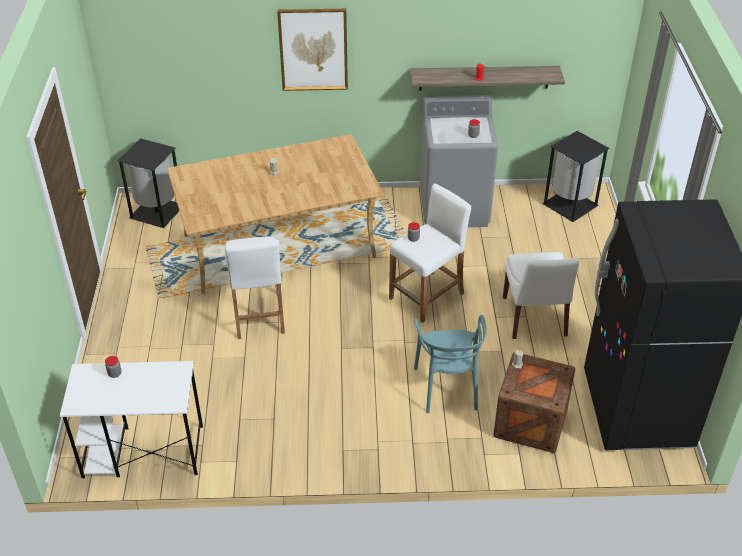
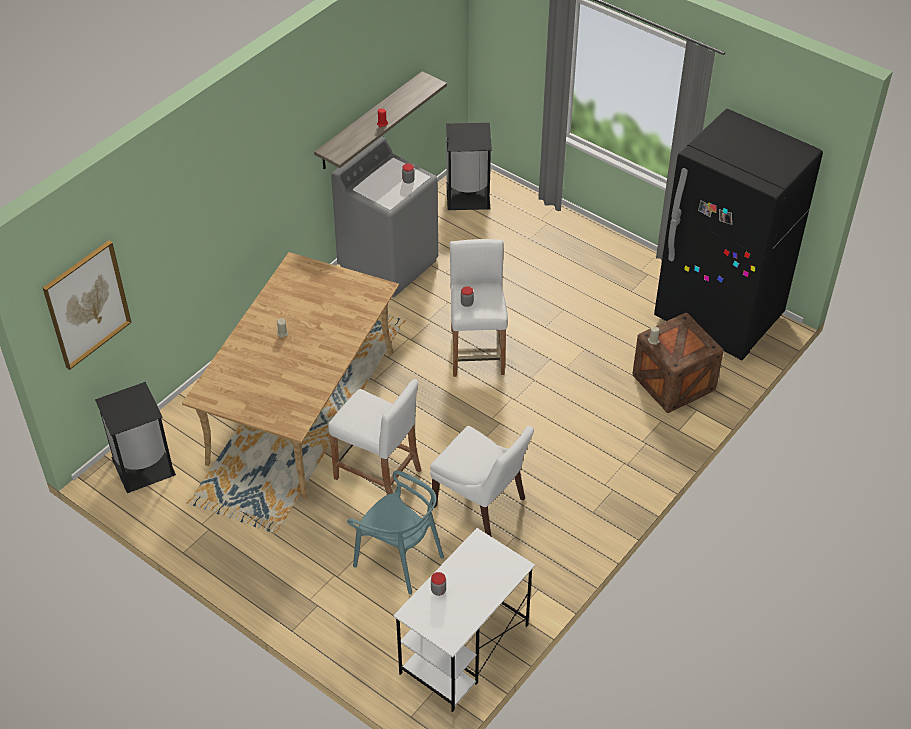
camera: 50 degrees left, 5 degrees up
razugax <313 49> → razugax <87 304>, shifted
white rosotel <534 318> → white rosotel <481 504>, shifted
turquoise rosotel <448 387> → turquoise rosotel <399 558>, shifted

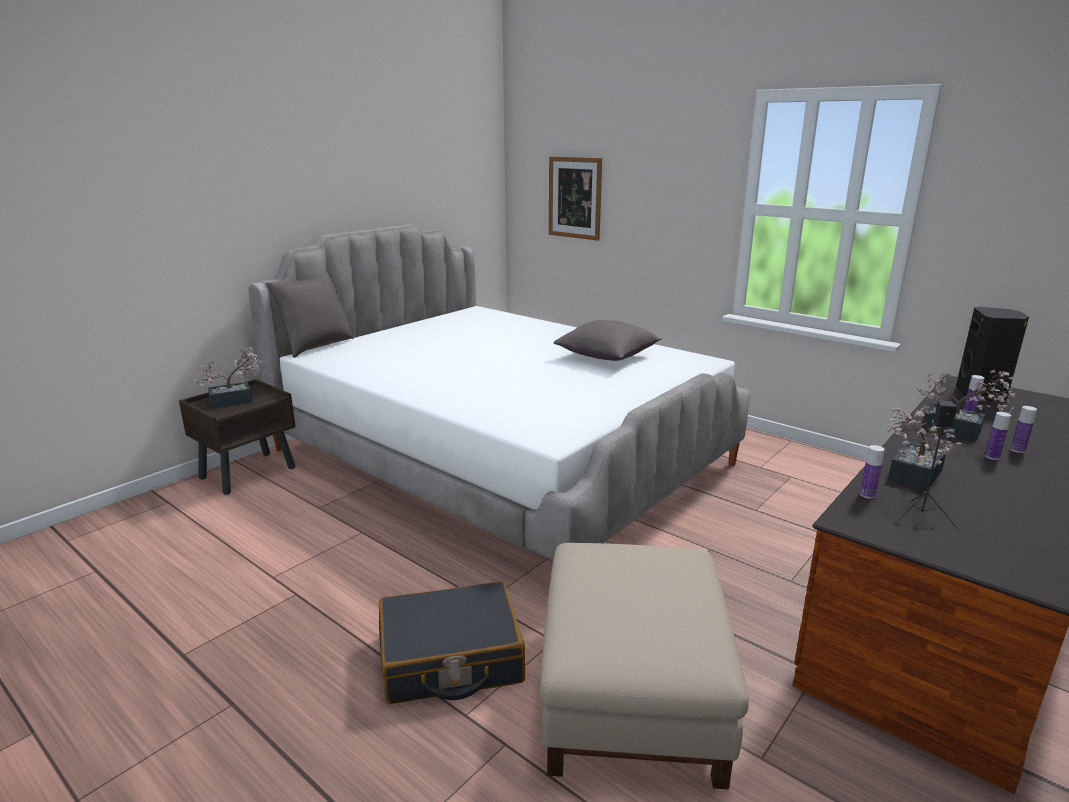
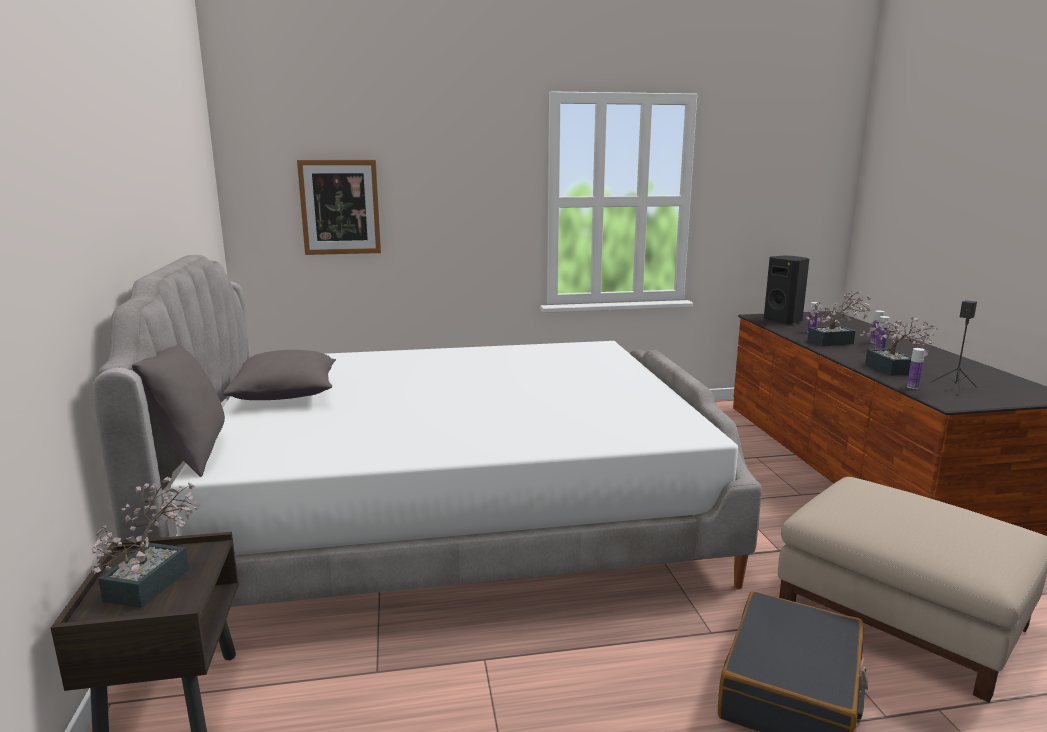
camera: 50 degrees left, 5 degrees down
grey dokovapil <608 357> → grey dokovapil <286 395>, shifted

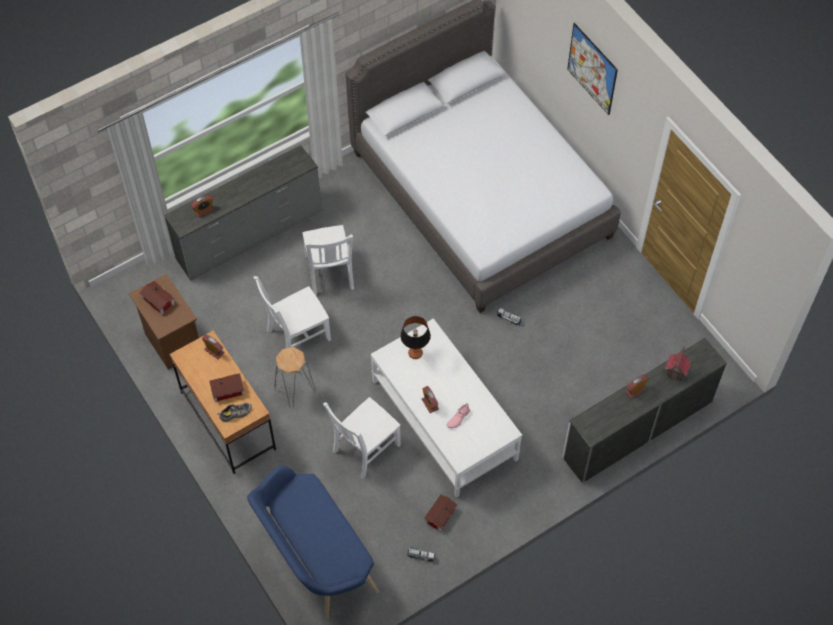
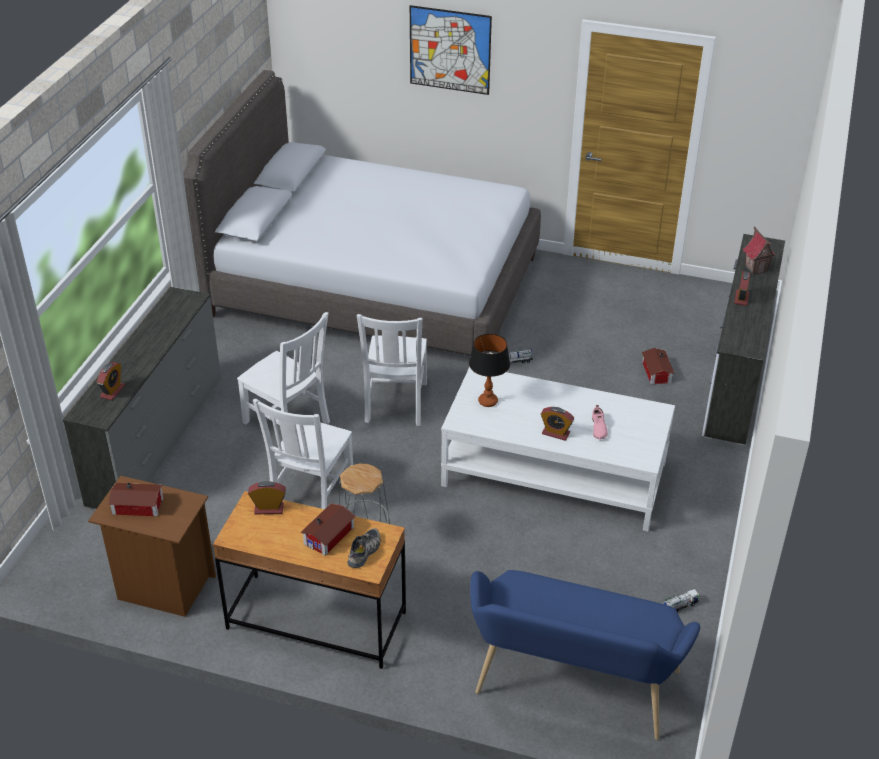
camera: 40 degrees left, 20 degrees down
white rosotel <364 449> → white rosotel <395 404>, shifted
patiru <439 515> → patiru <655 373>, shifted

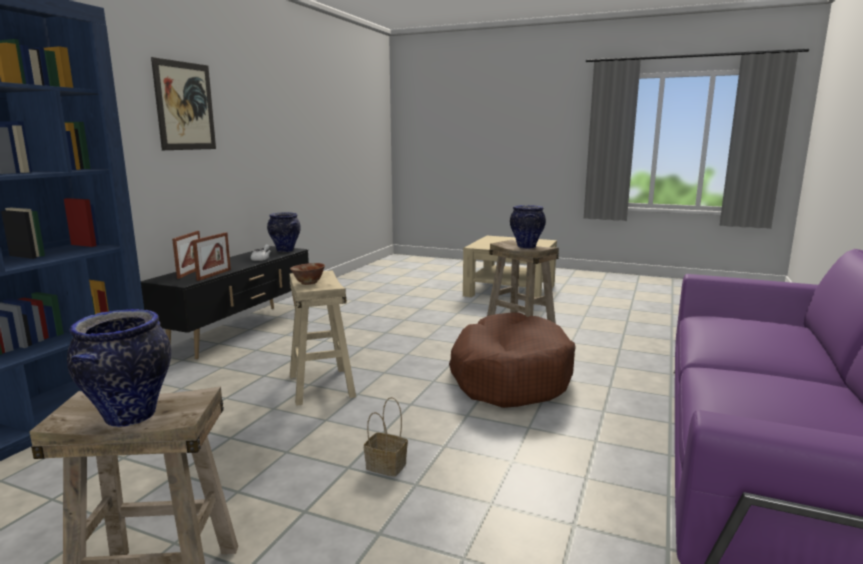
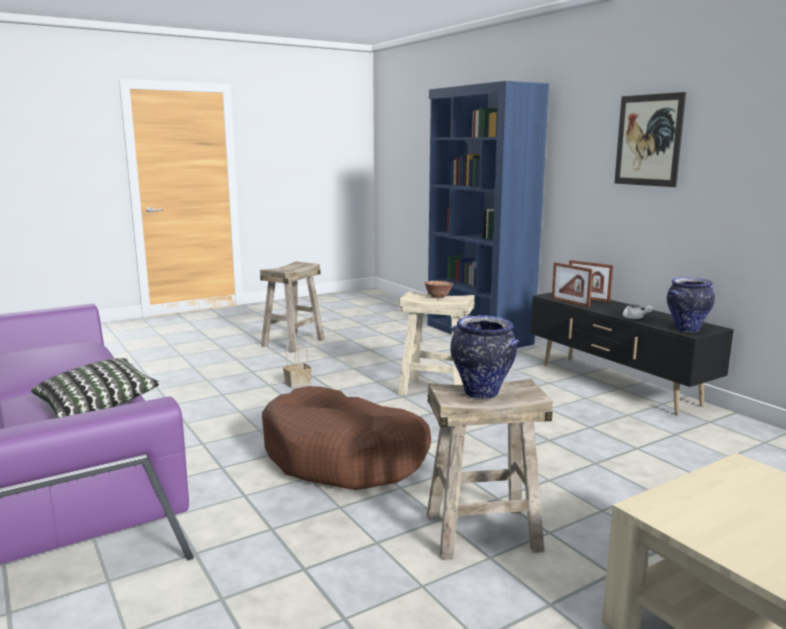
camera: 125 degrees right, 0 degrees up
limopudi <130 417> → -
- → dokovapil <97 407>

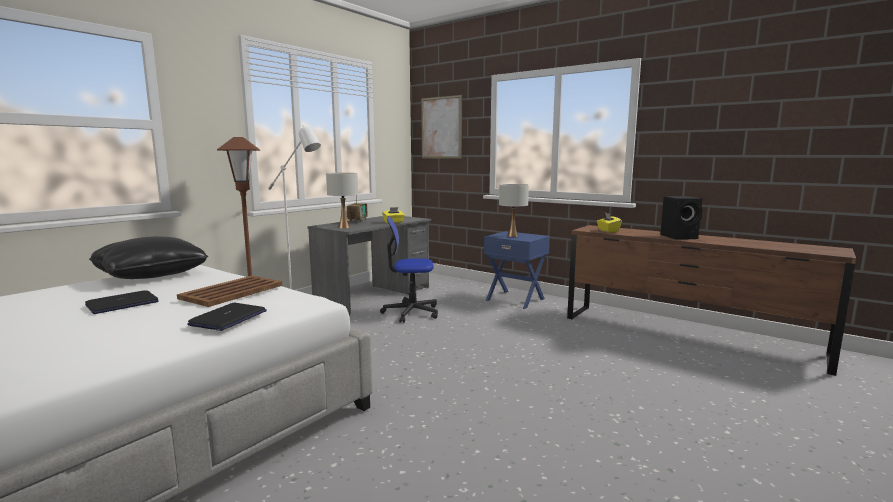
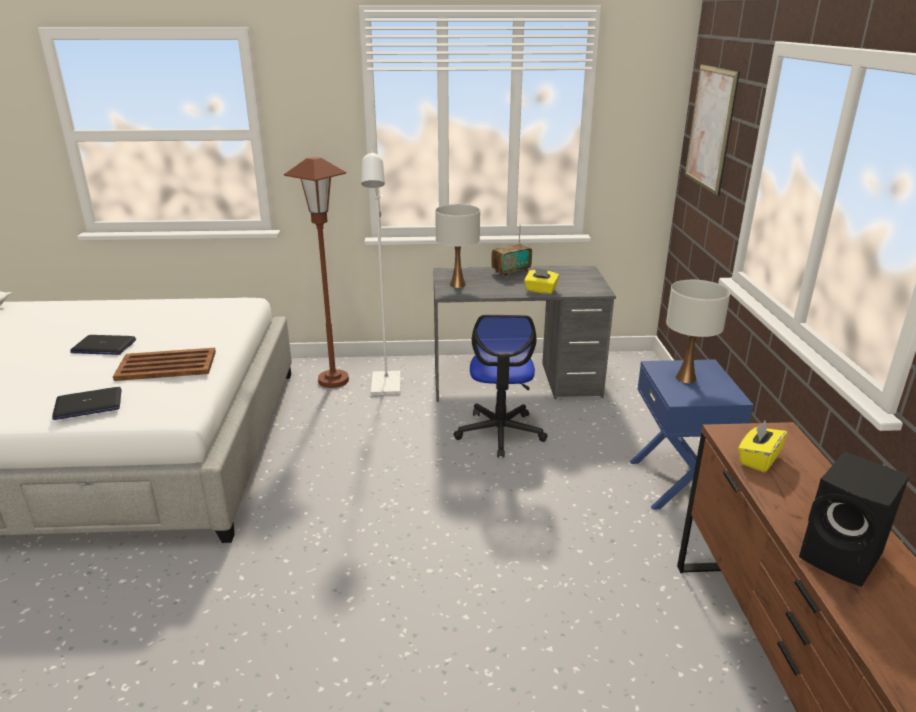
camera: 50 degrees right, 15 degrees up
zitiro <411 312> → zitiro <500 433>, 135 degrees counterclockwise
black dokovapil <151 275> → -

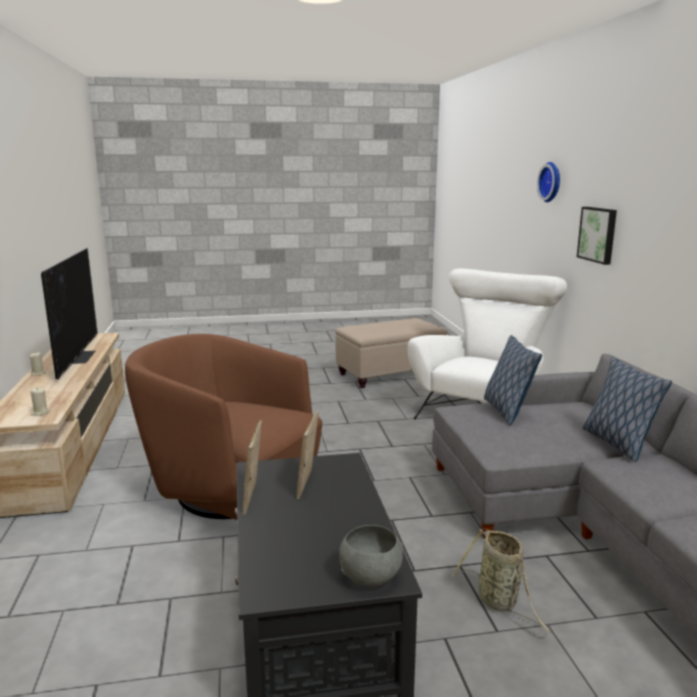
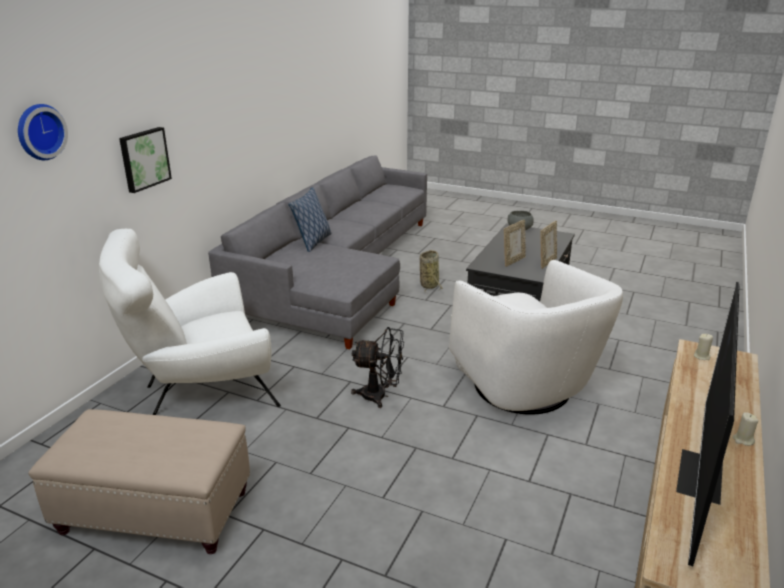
camera: 145 degrees left, 10 degrees up
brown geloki <231 489> → white geloki <523 388>
dokovapil <506 411> → -
- → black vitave <380 396>

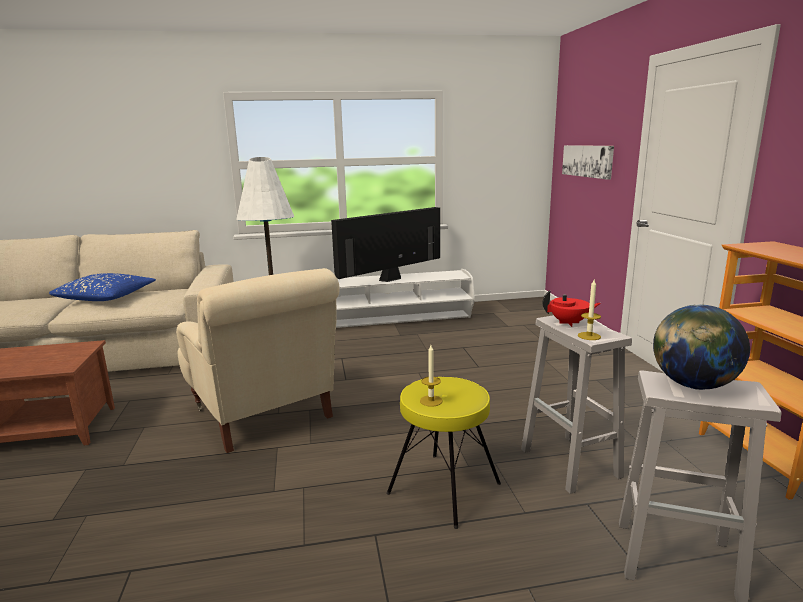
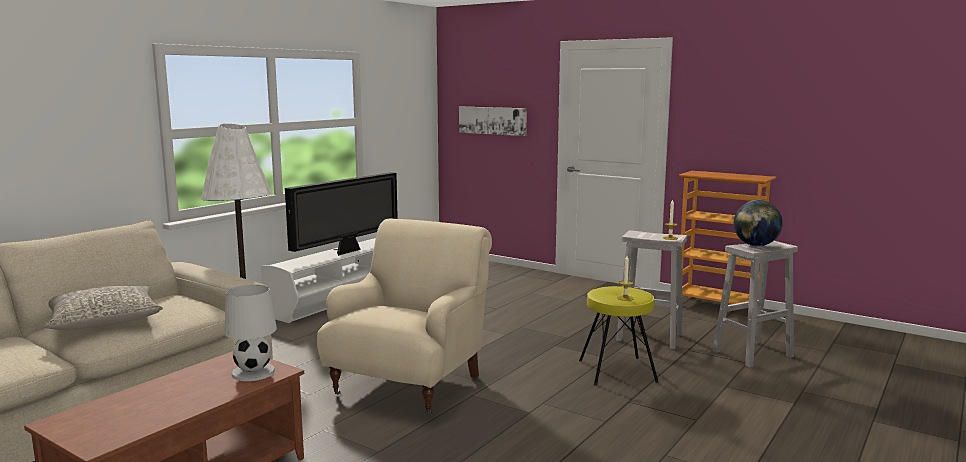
camera: 45 degrees left, 5 degrees down
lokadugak <390 279> → lokadugak <348 251>, 150 degrees counterclockwise
beige geloki <264 414> → beige geloki <410 384>, 75 degrees counterclockwise
blue dokovapil <107 297> → grey dokovapil <104 321>
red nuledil <569 323> → -
- → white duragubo <254 372>

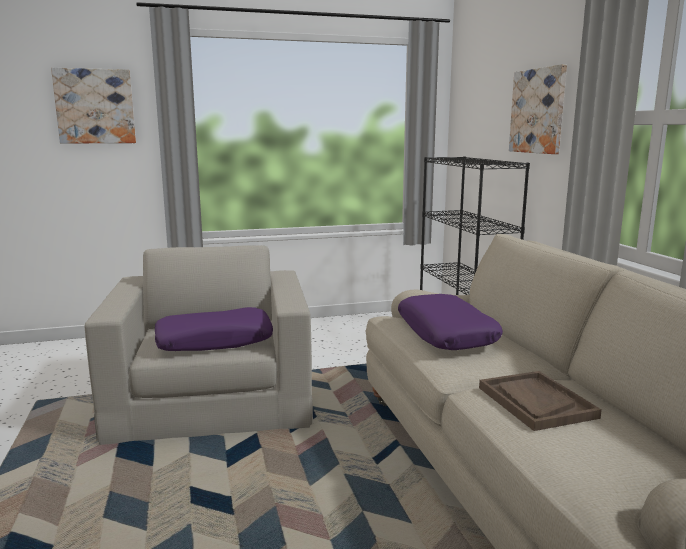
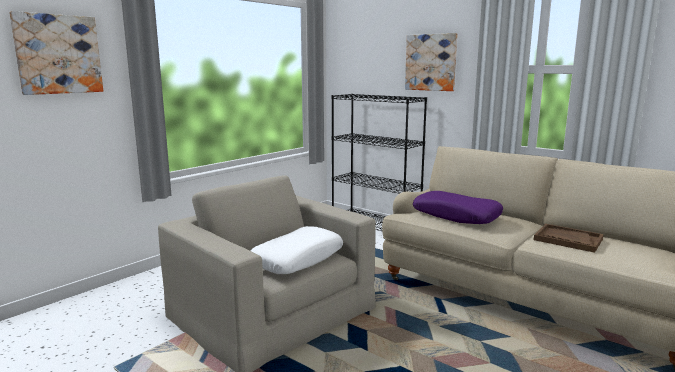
camera: 35 degrees left, 0 degrees up
purple dokovapil <215 341> → white dokovapil <297 259>

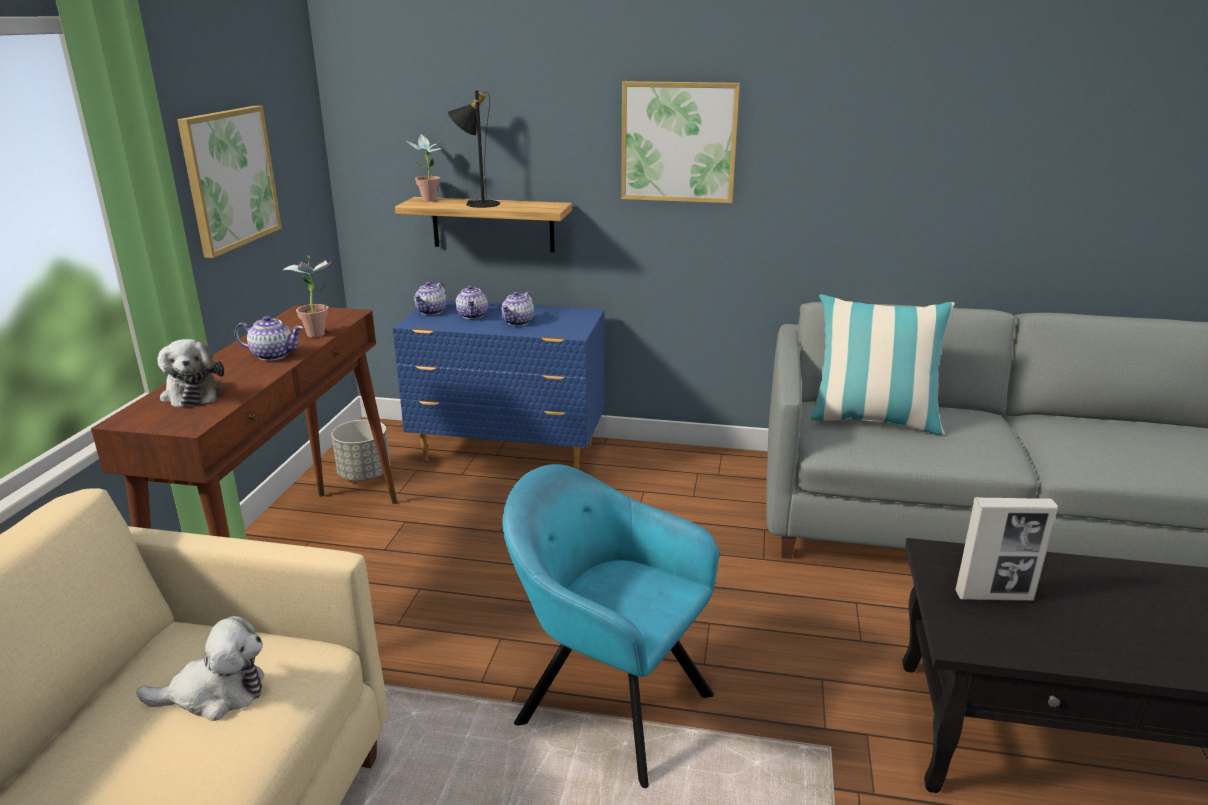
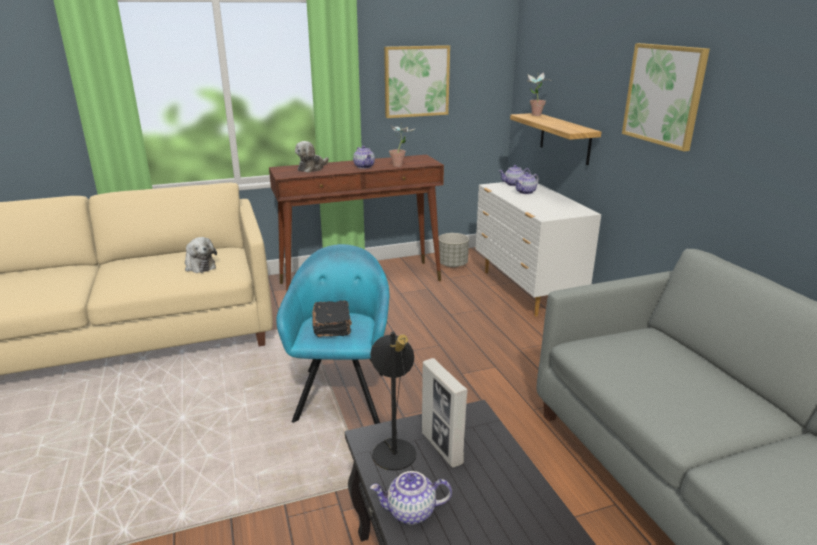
camera: 60 degrees right, 0 degrees up
black duragubo <477 203> → black duragubo <394 448>, shifted
nuledil <518 322> → nuledil <410 512>, shifted
dokovapil <873 420> → -
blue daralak <510 454> → white daralak <527 290>
- → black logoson <332 326>

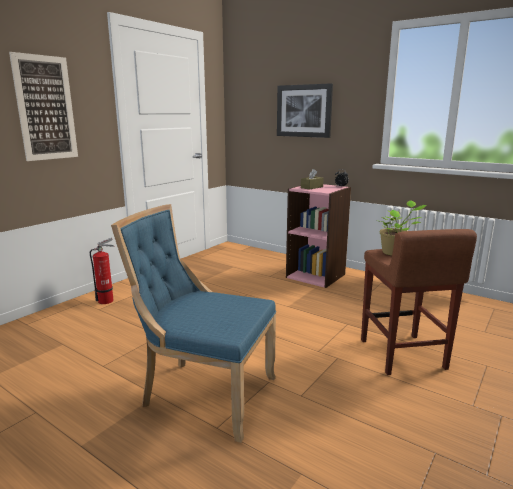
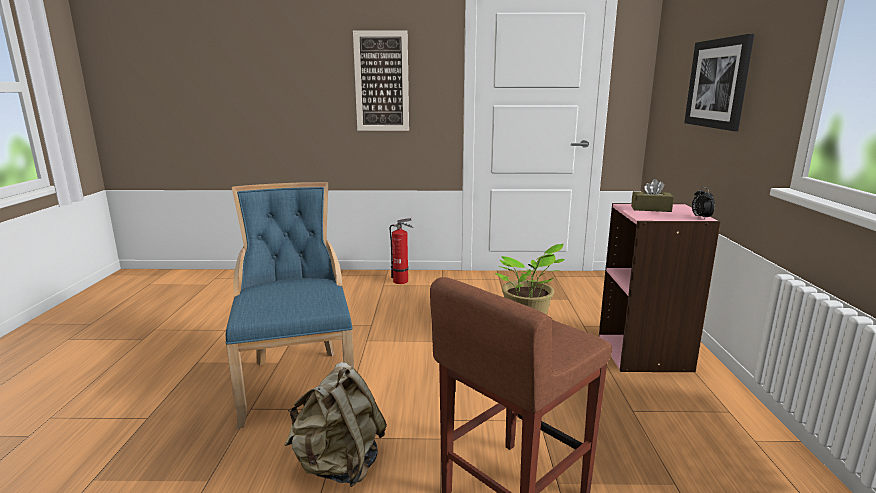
camera: 55 degrees right, 0 degrees up
- → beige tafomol <339 465>

